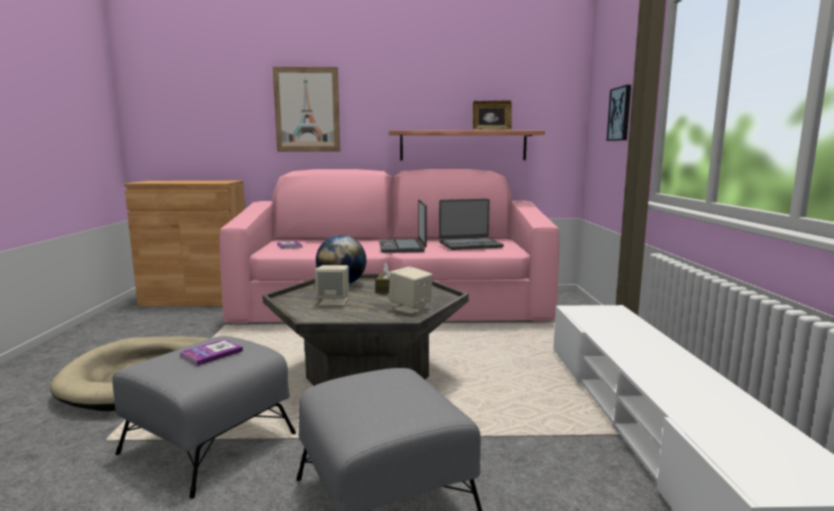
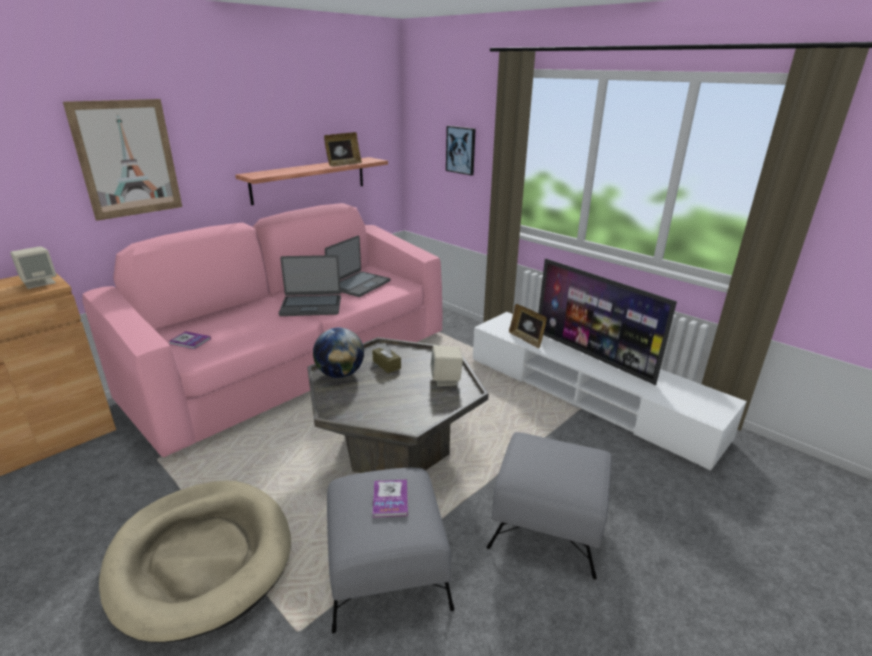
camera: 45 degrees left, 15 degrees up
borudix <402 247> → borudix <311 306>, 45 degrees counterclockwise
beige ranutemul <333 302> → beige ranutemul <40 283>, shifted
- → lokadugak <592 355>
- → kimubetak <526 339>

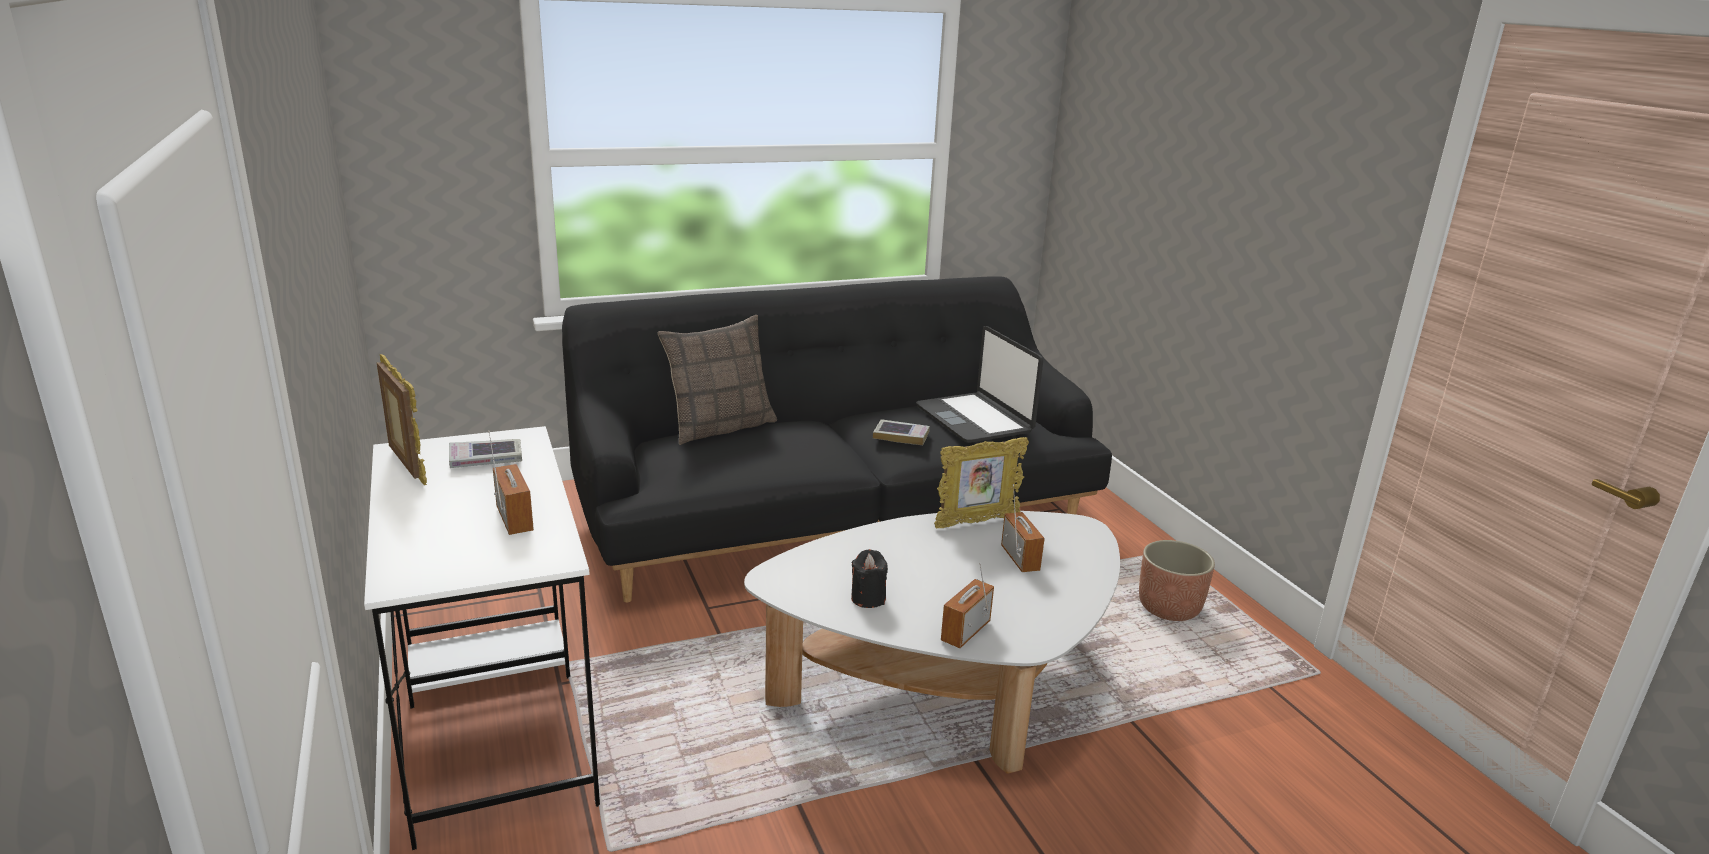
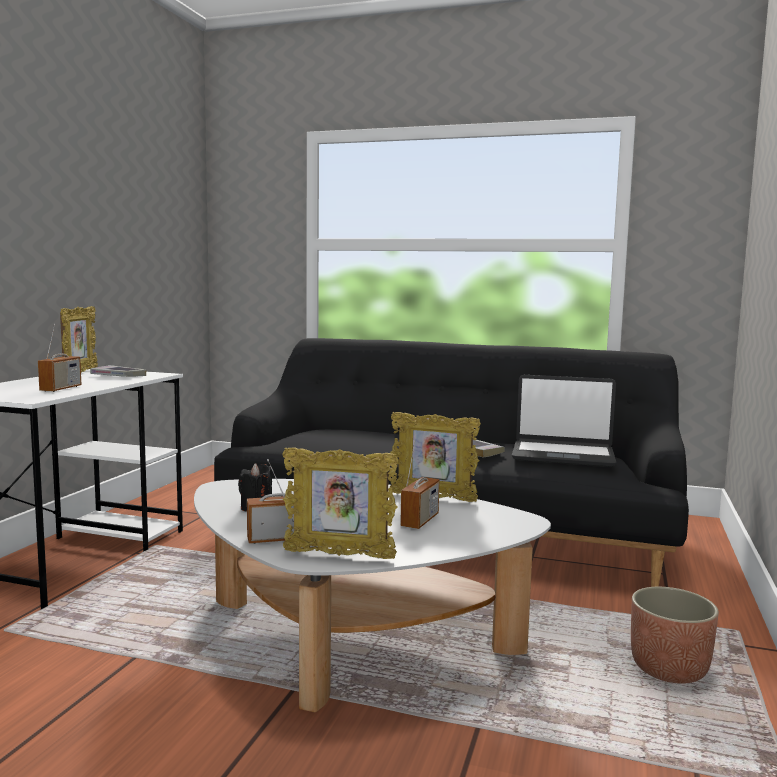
camera: 40 degrees right, 15 degrees down
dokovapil <720 427> → -
borudix <975 419> → borudix <563 455>, 90 degrees counterclockwise
- → kimubetak <339 555>

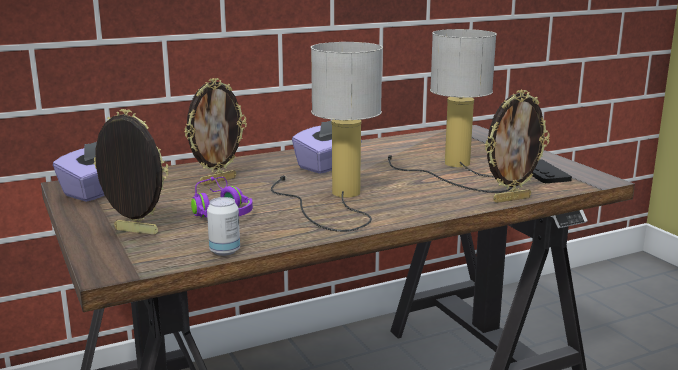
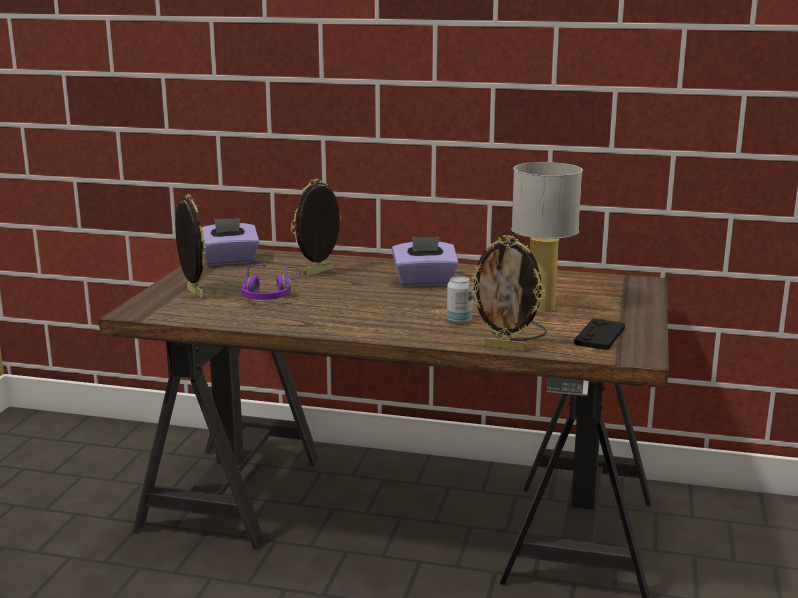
camera: 40 degrees right, 0 degrees up
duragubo <334 198> → -
kimubetak <218 180> → kimubetak <319 272>, 135 degrees clockwise
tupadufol <225 251> → tupadufol <459 321>, shifted

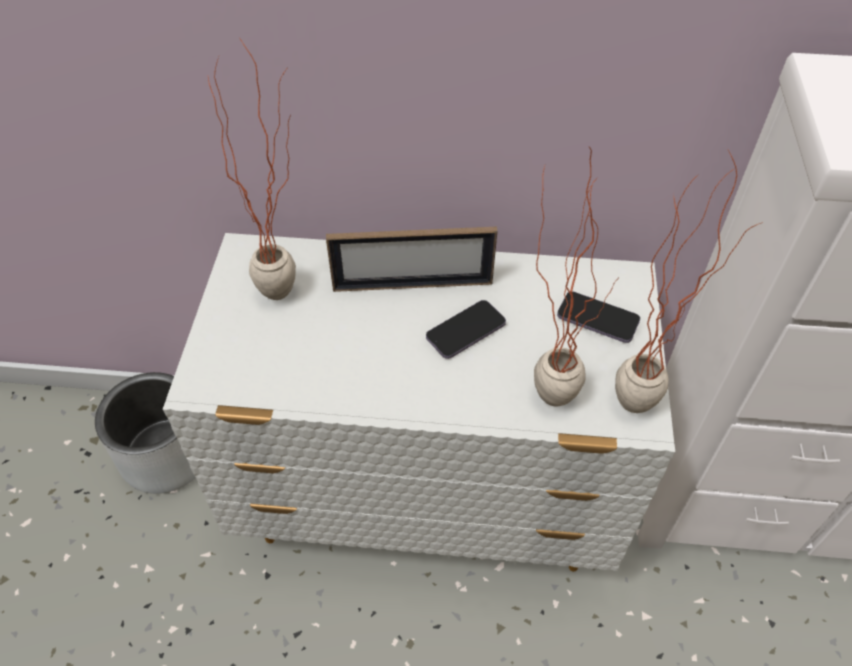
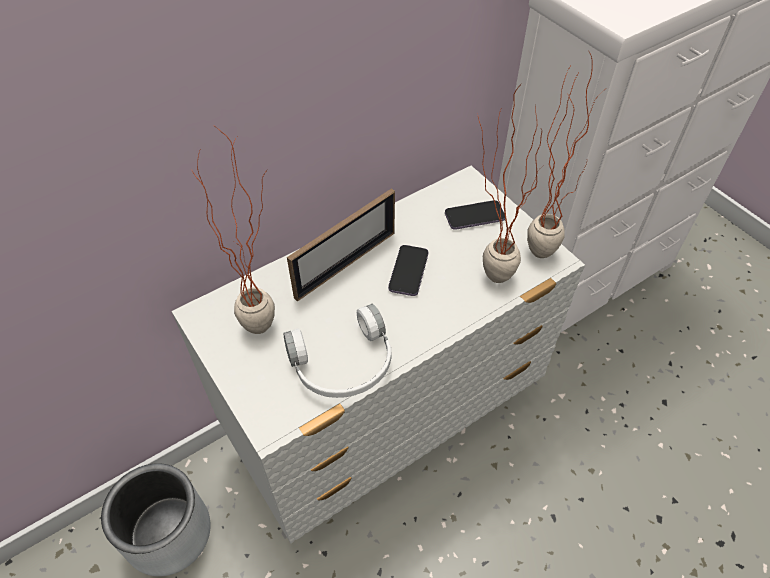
camera: 40 degrees left, 0 degrees up
- → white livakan <343 364>

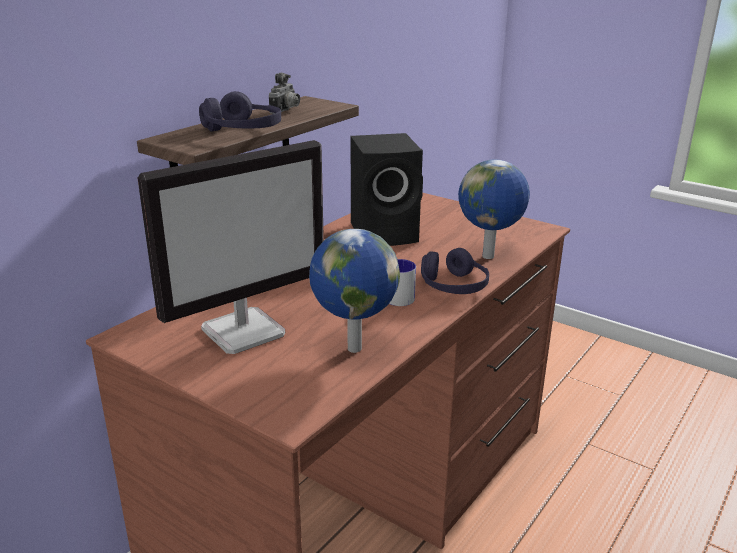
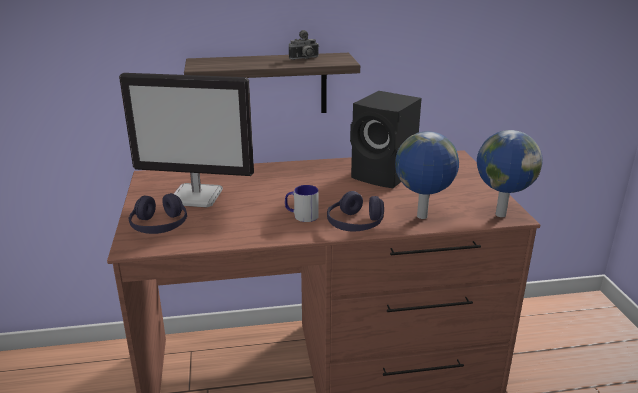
camera: 45 degrees right, 0 degrees up
purple livakan <243 130> → purple livakan <159 225>, shifted
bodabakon <352 348> → bodabakon <499 214>, shifted

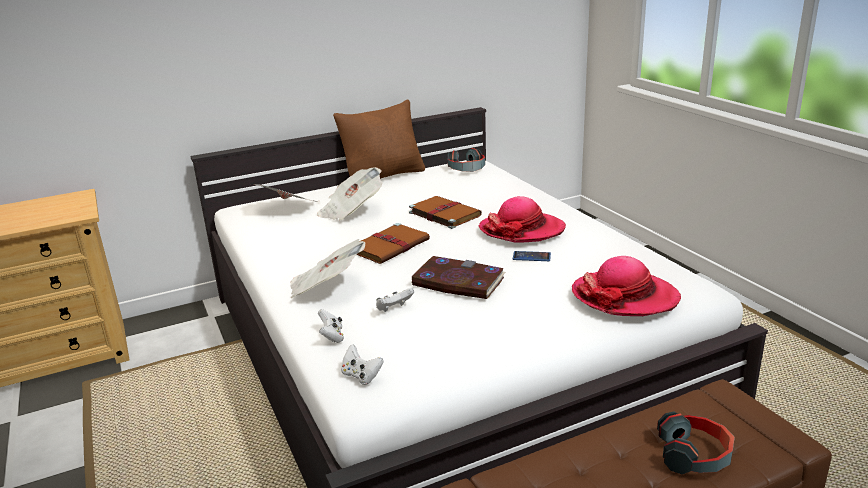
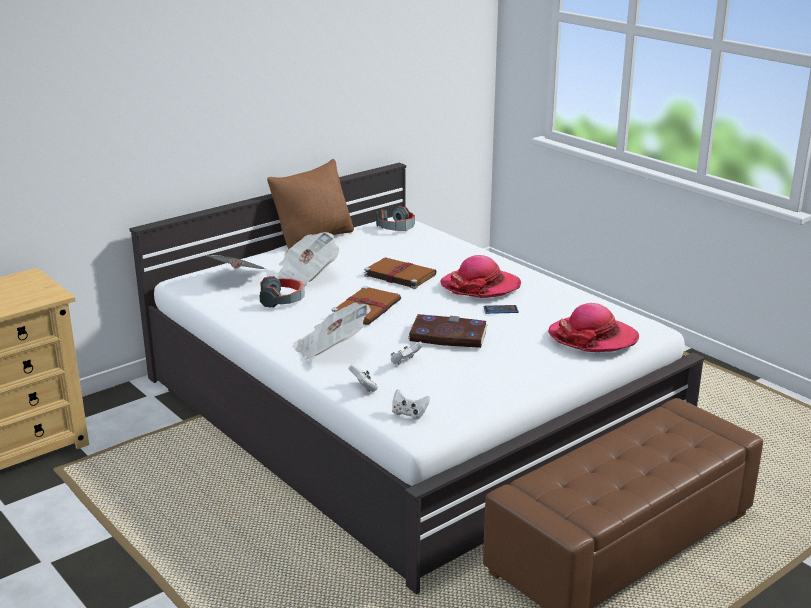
camera: 15 degrees left, 0 degrees up
livakan <695 455> → livakan <282 300>, shifted

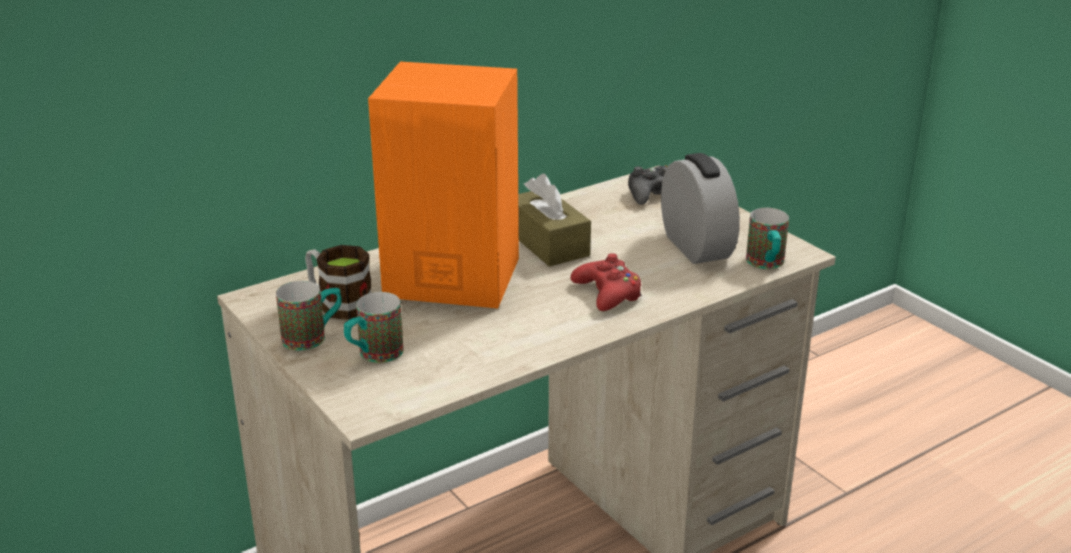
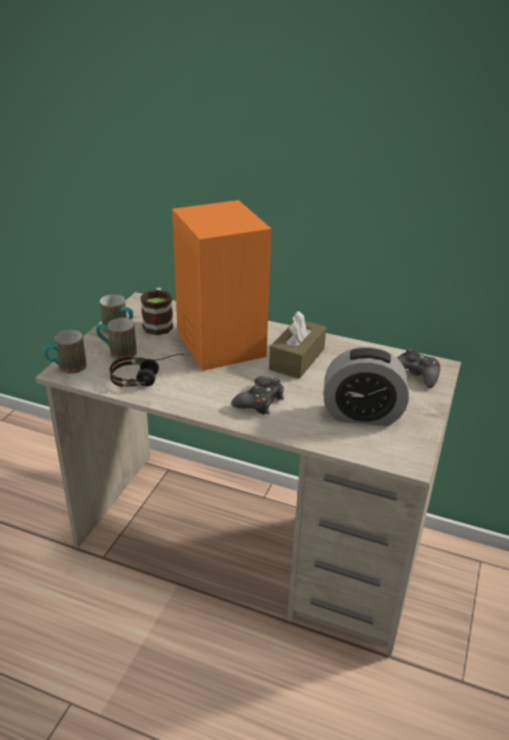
camera: 55 degrees right, 5 degrees up
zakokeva <696 247> → zakokeva <362 414>, 60 degrees clockwise
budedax <766 264> → budedax <66 368>, shifted
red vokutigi <607 293> → black vokutigi <260 401>
- → livakan <147 378>

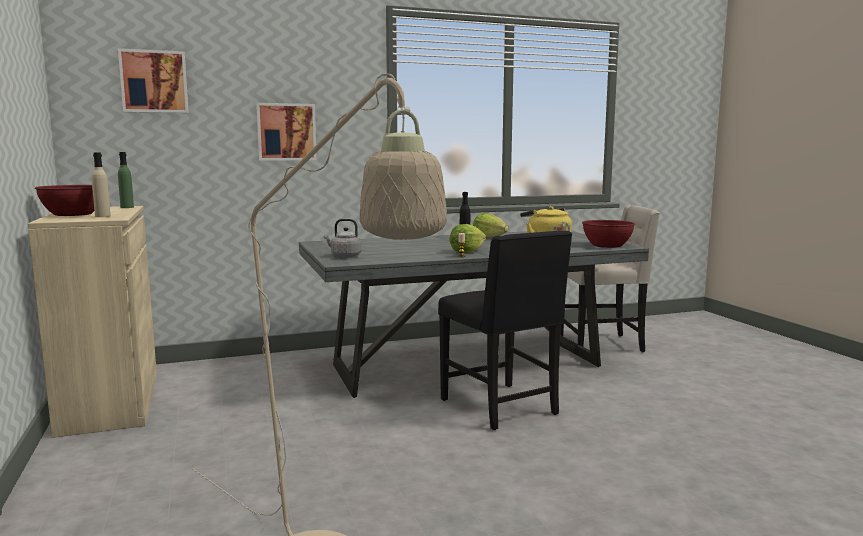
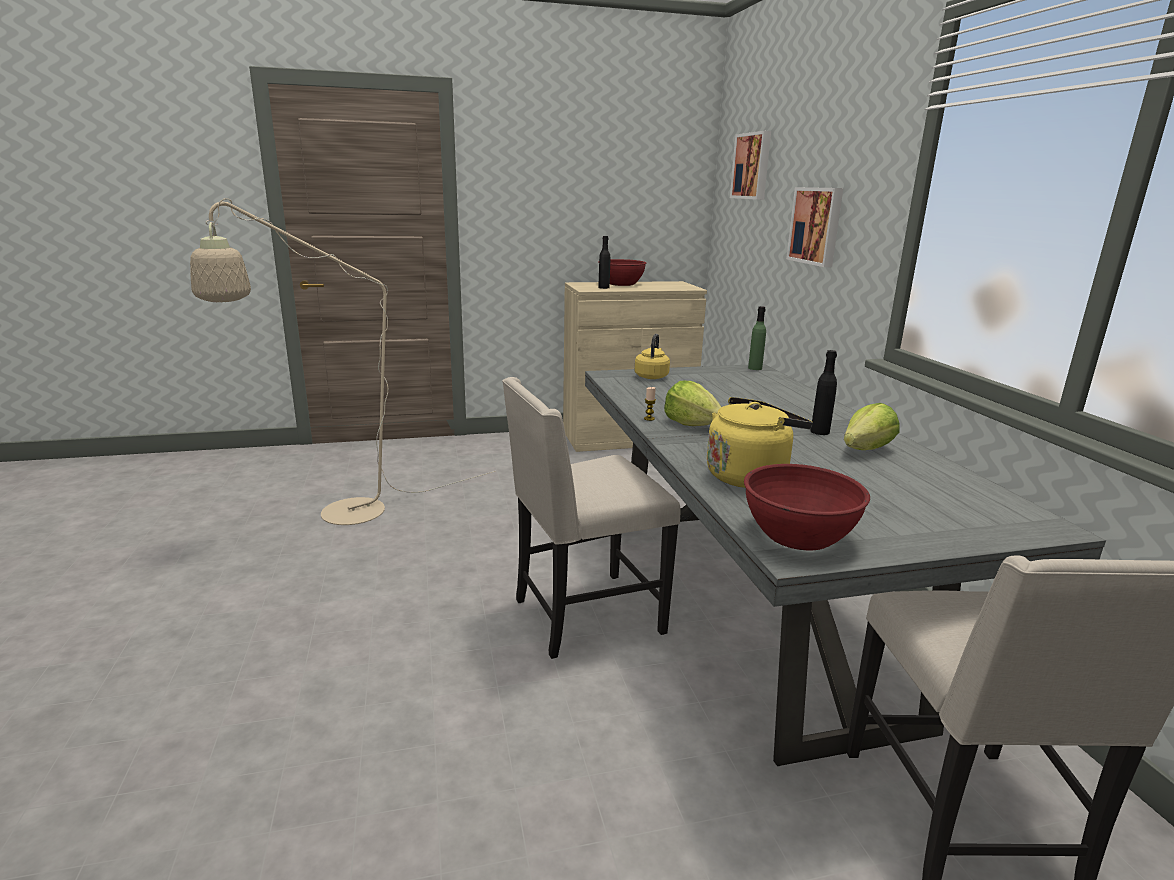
camera: 95 degrees right, 10 degrees up
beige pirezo <102 216> → black pirezo <603 287>
green pirezo <127 207> → green pirezo <755 368>, shifted
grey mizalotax <344 256> → yellow mizalotax <652 376>
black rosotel <501 407> → beige rosotel <584 616>

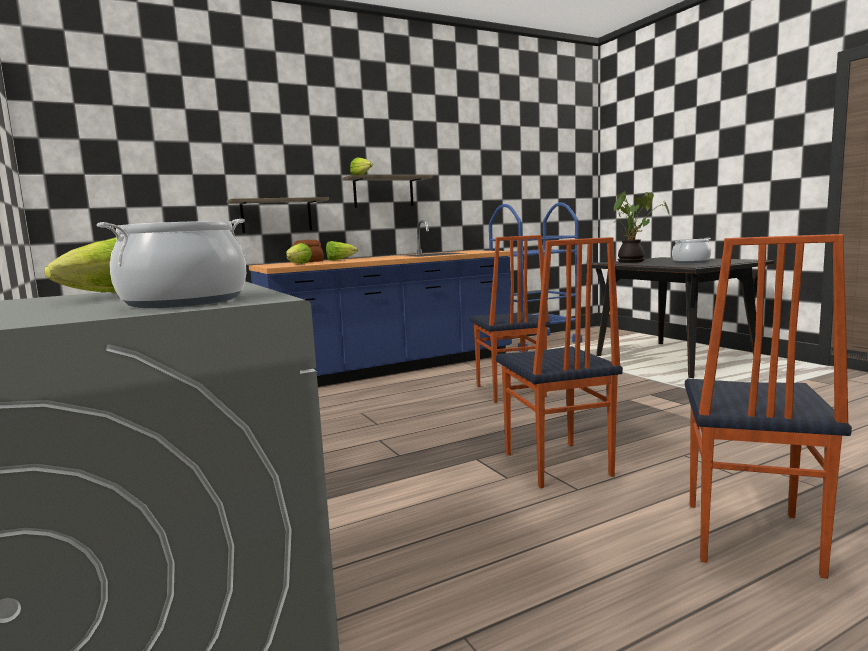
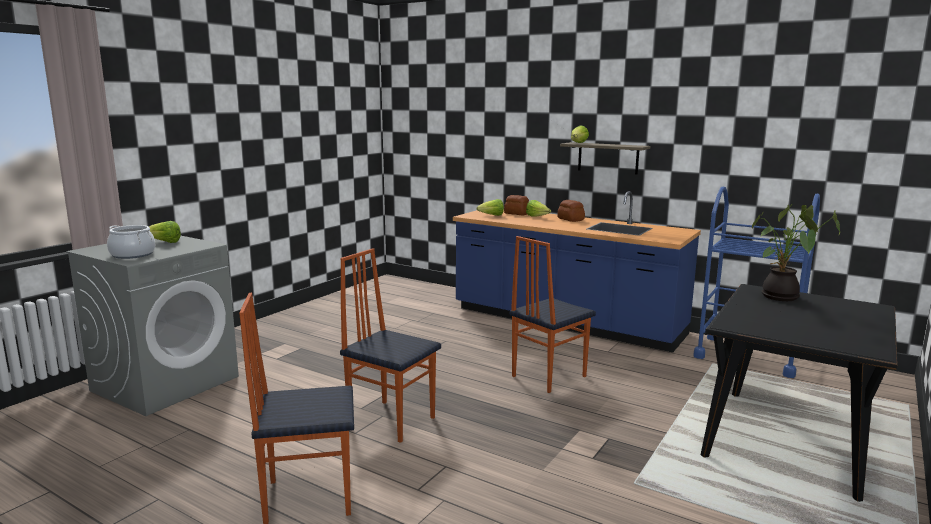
camera: 60 degrees right, 5 degrees up
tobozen <276 215> → -
rosotel <555 465> → rosotel <392 420>, 75 degrees clockwise
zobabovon <690 262> → -
- → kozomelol <570 219>

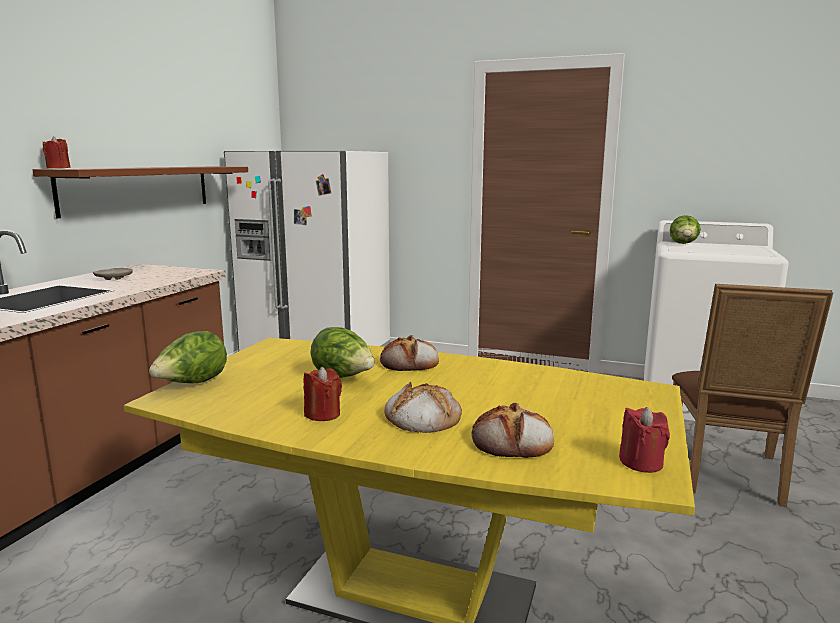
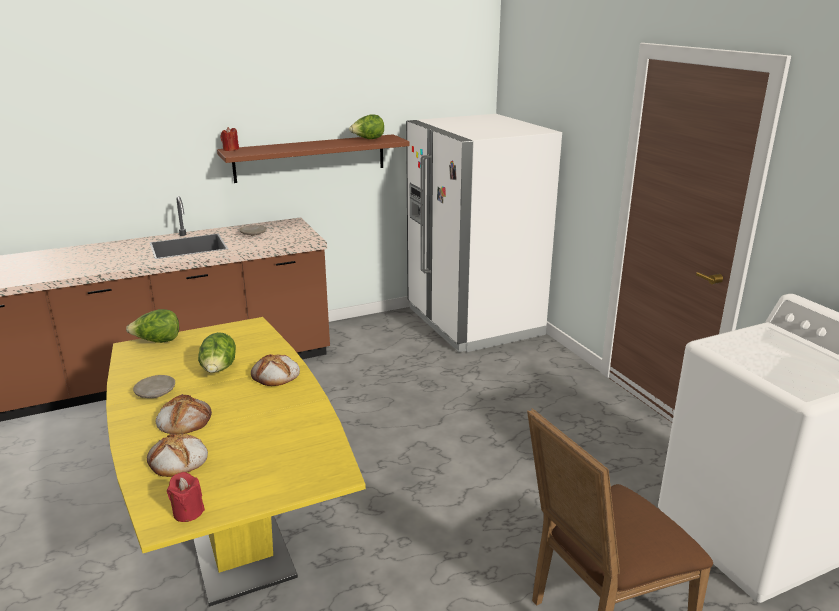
camera: 45 degrees right, 10 degrees up
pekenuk <683 244> → pekenuk <368 139>, shifted
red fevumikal <322 414> → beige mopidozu <155 393>

